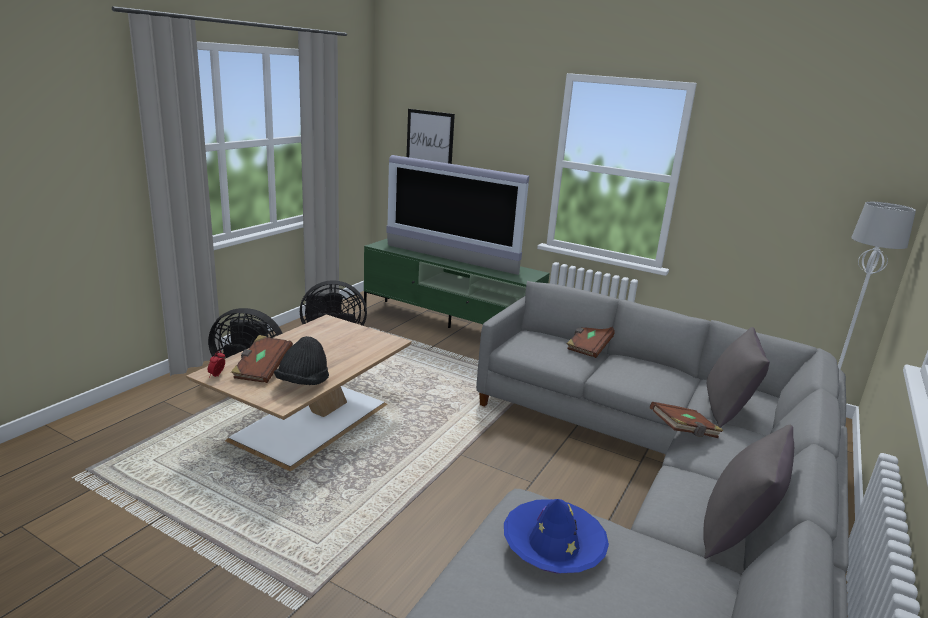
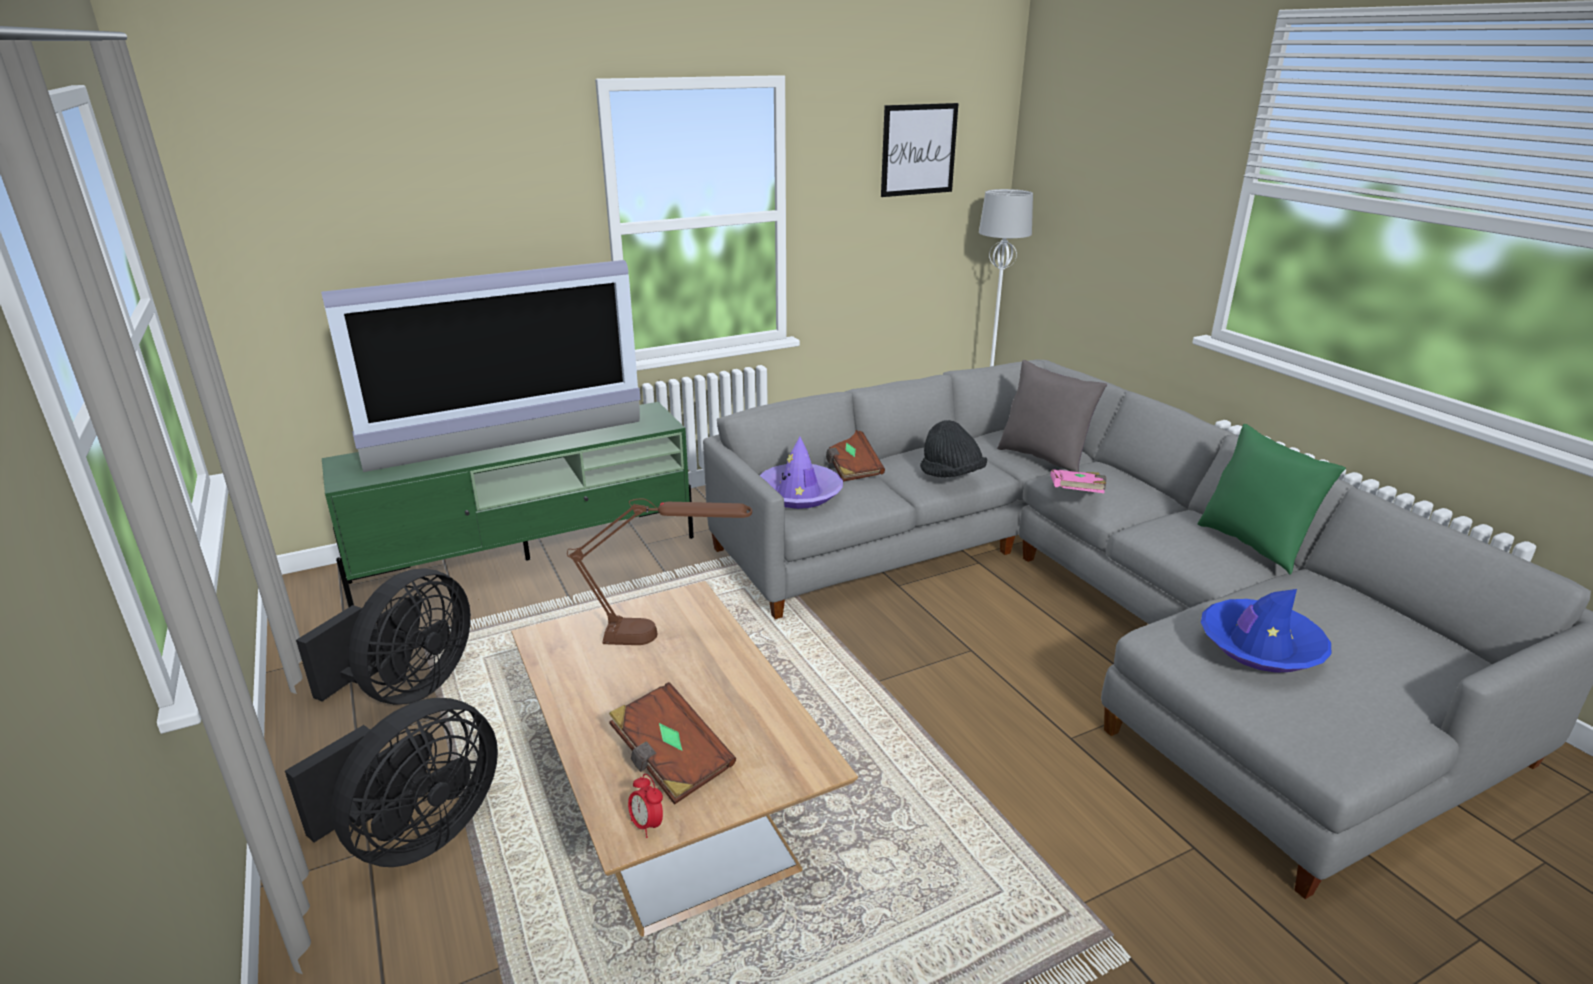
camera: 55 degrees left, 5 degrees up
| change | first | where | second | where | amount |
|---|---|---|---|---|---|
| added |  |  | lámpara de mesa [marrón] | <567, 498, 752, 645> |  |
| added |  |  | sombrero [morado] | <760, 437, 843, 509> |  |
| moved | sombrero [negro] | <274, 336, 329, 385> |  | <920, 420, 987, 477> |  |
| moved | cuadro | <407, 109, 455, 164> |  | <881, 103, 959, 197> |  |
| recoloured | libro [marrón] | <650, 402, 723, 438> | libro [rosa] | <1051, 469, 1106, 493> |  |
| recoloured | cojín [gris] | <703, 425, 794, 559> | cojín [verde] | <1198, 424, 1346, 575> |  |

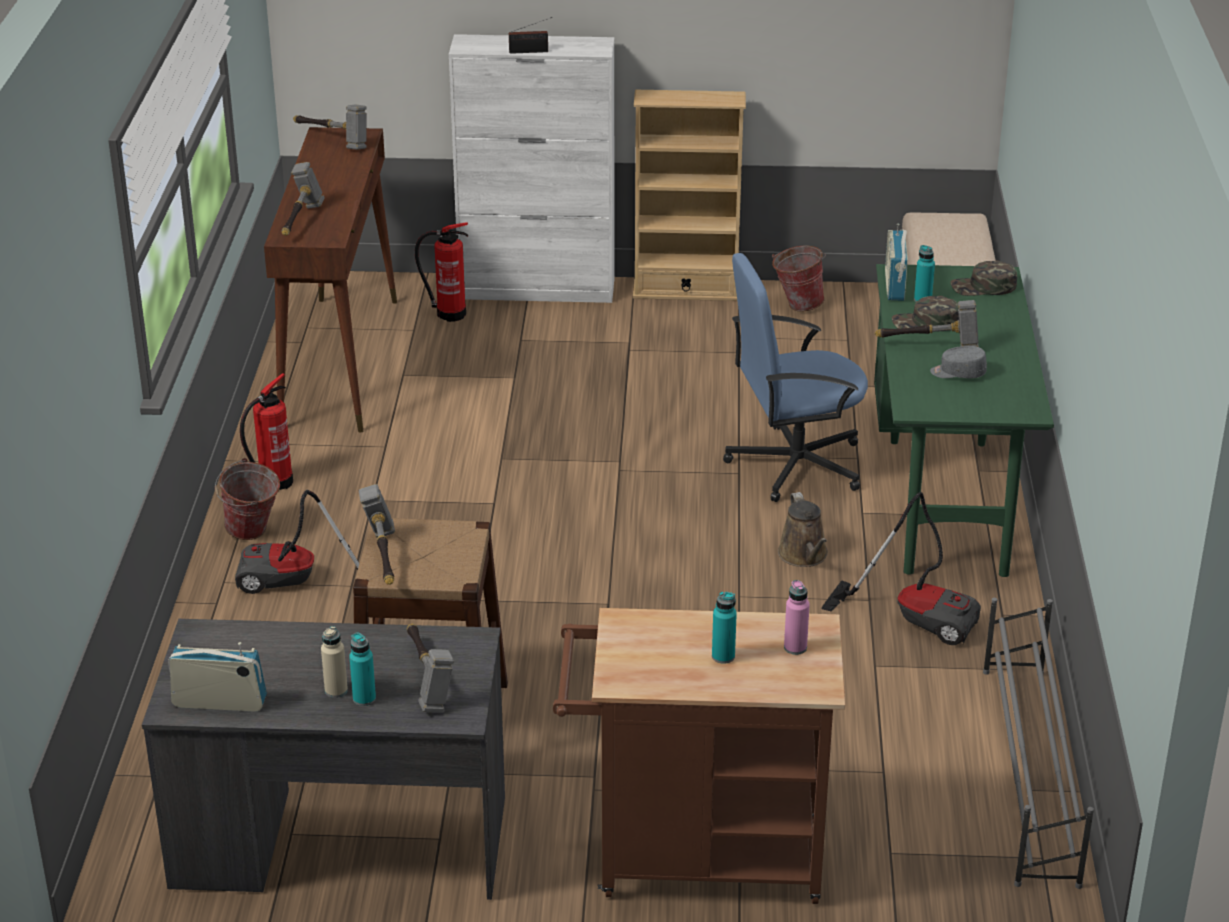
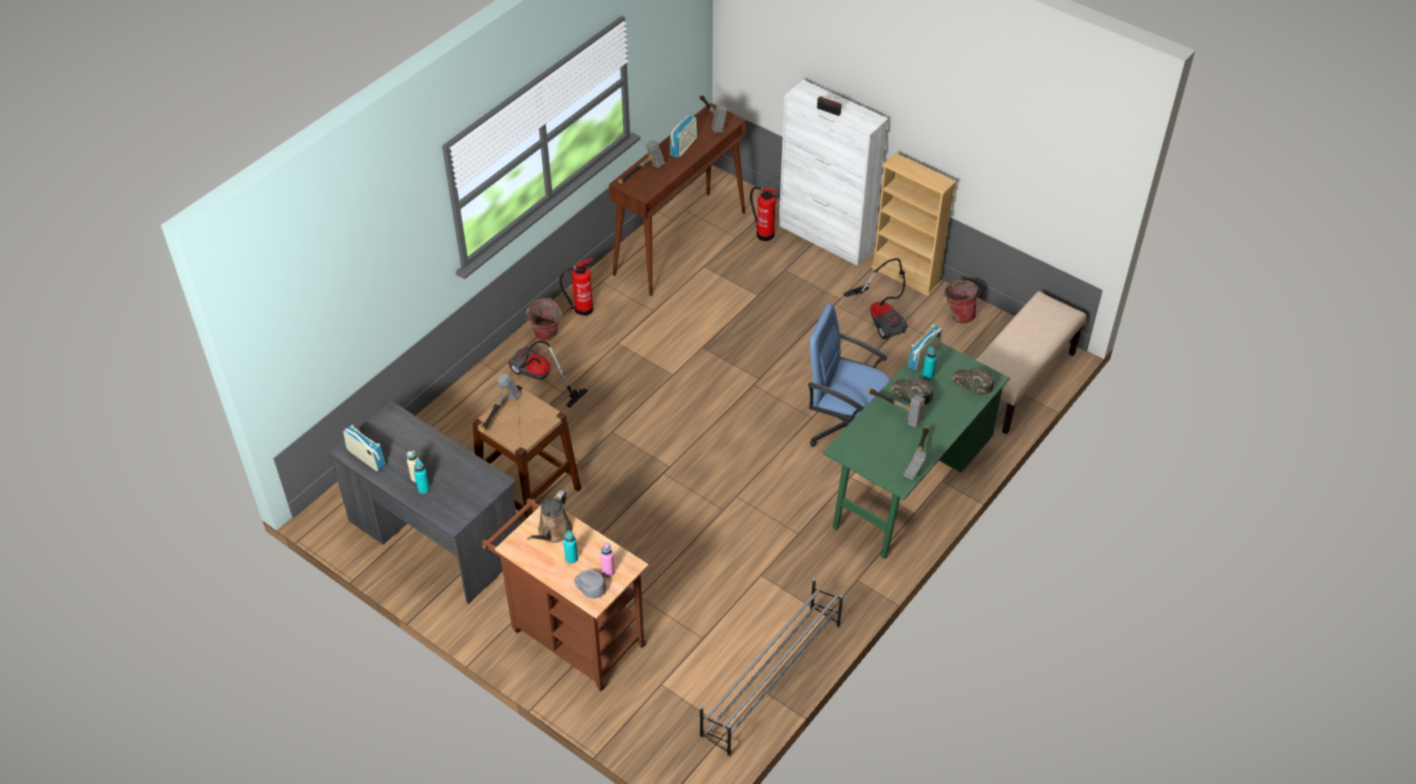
camera: 35 degrees right, 15 degrees up
| change | first | where | second | where | amount |
|---|---|---|---|---|---|
| added |  |  | radio | <670, 115, 697, 158> |  |
| moved | martillo | <407, 624, 454, 713> |  | <903, 426, 929, 480> |  |
| moved | regadera [marrón] | <778, 492, 828, 567> |  | <527, 490, 573, 543> |  |
| moved | aspiradora | <822, 492, 981, 645> |  | <843, 258, 908, 340> |  |
| moved | gorra [gris] | <930, 346, 987, 378> |  | <574, 570, 606, 599> |  |

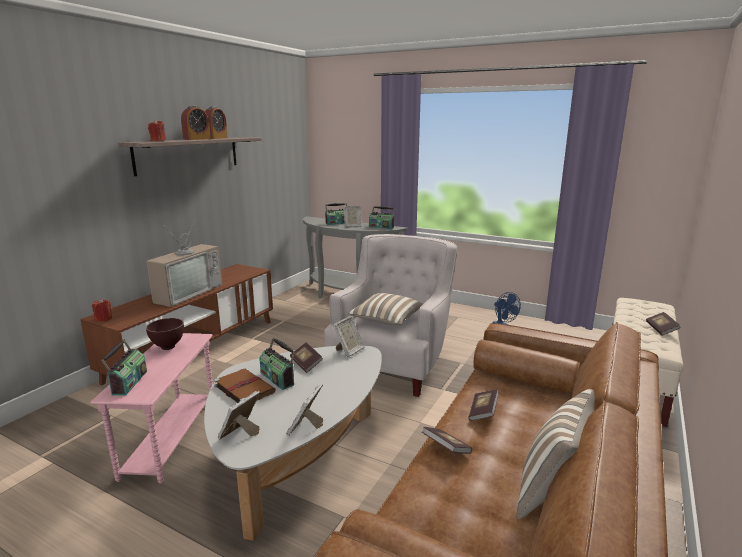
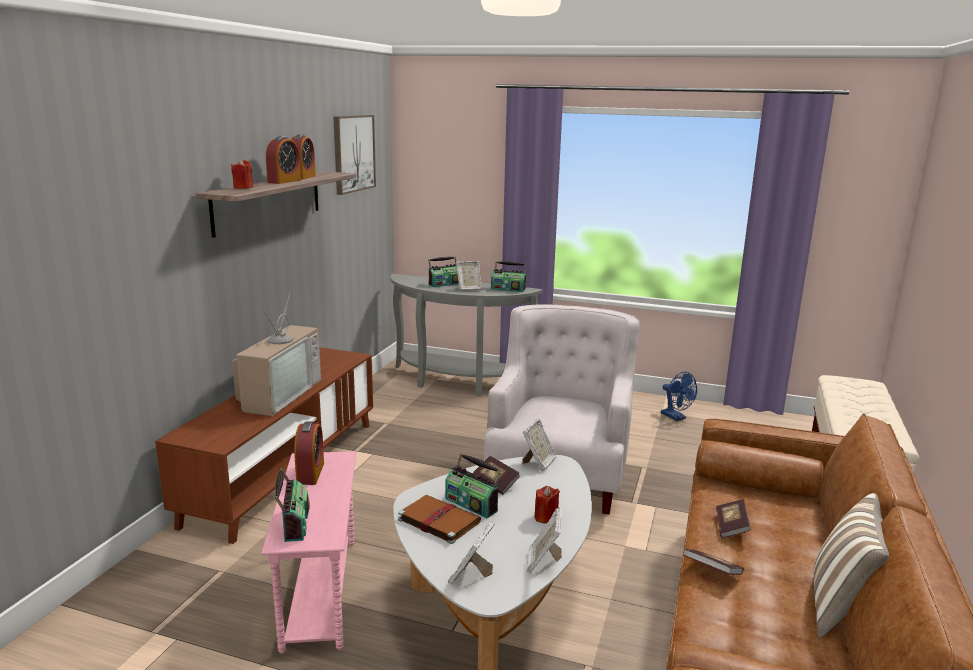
camera: 10 degrees left, 0 degrees up
| change | first | where | second | where | amount |
|---|---|---|---|---|---|
| removed | cojín | <348, 293, 423, 325> |  |  |  |
| removed | libro | <646, 312, 680, 336> |  |  |  |
| added |  |  | cuadro | <334, 115, 376, 195> |  |
| moved | vela [rojo] | <92, 299, 112, 322> |  | <535, 486, 560, 524> |  |
| replaced | cuenco [marrón] | <146, 318, 184, 350> | despertador | <294, 421, 324, 485> |  |

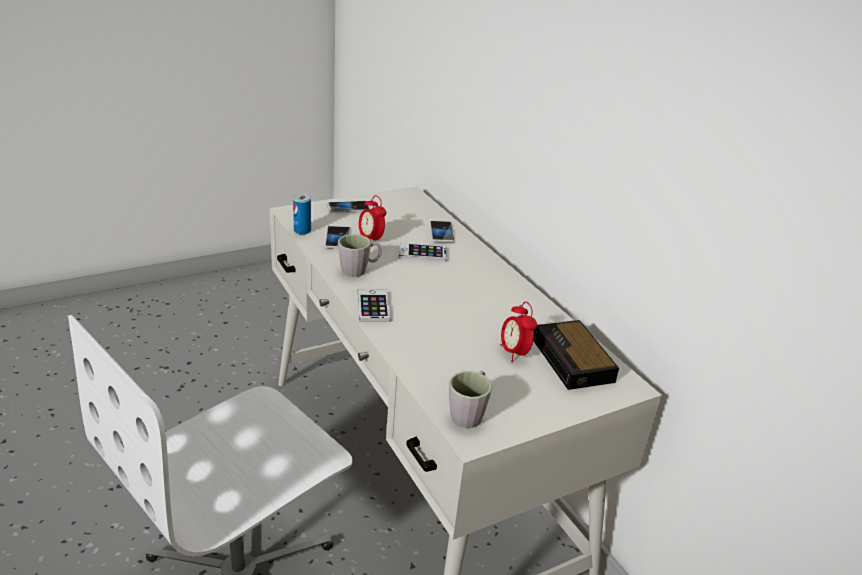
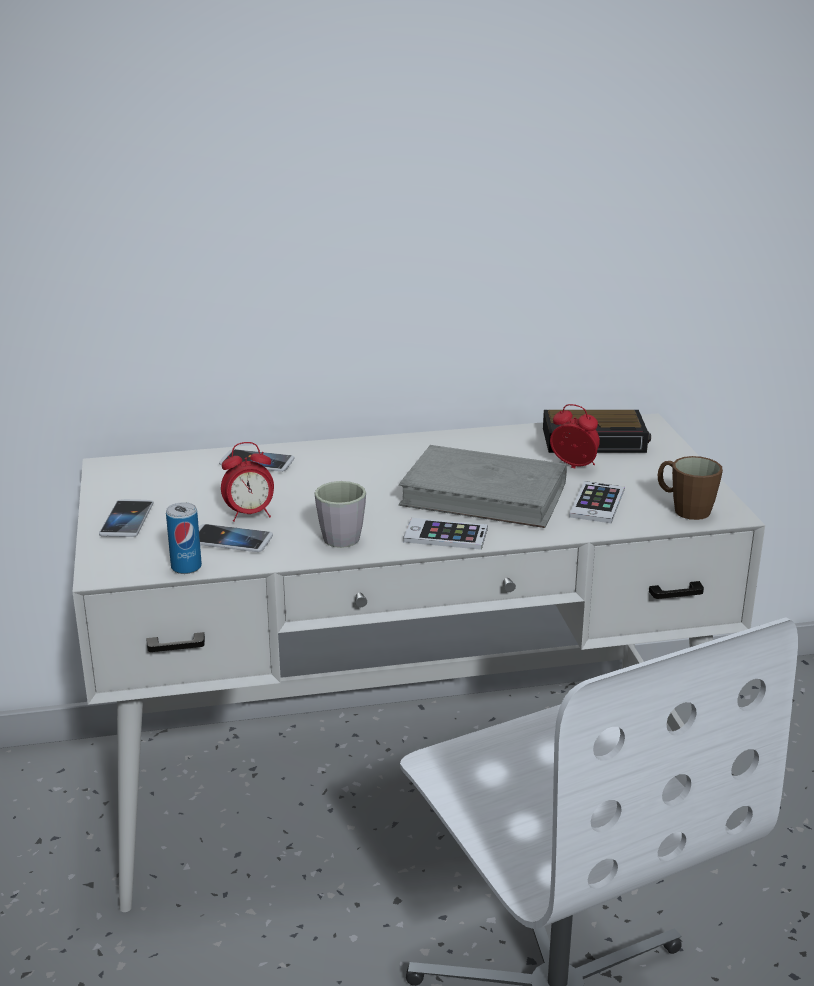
camera: 70 degrees left, 5 degrees down
| change | first | where | second | where | amount |
|---|---|---|---|---|---|
| added |  |  | libro [gris] | <399, 445, 567, 528> |  |
| moved | móvil | <399, 242, 447, 261> |  | <569, 481, 625, 523> |  |
| recoloured | taza grande [gris] | <449, 371, 492, 428> | taza grande [marrón] | <658, 456, 723, 520> |  |
| turned | despertador | <500, 302, 537, 362> |  | <550, 404, 600, 468> | 150 degrees counterclockwise |

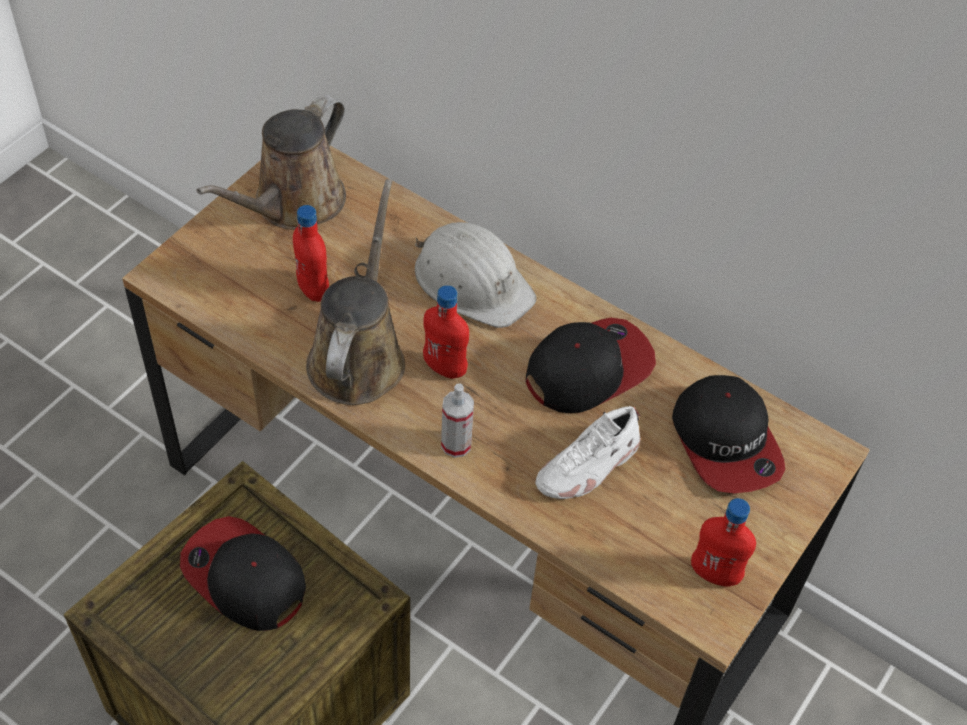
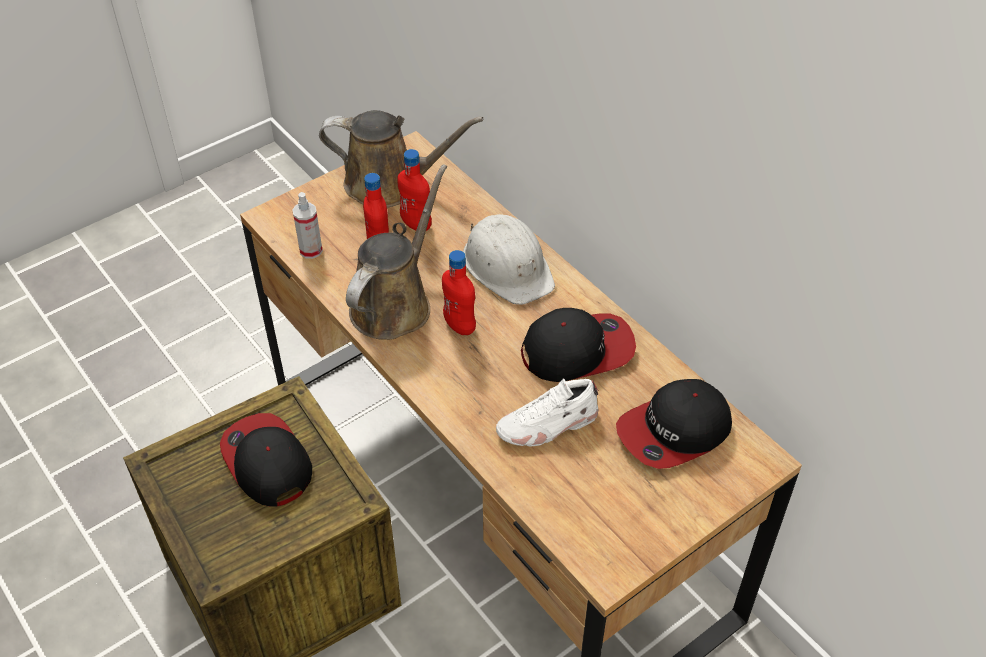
camera: 20 degrees right, 5 degrees down
| change | first | where | second | where | amount |
|---|---|---|---|---|---|
| moved | pulverizador | <441, 383, 474, 458> |  | <292, 192, 323, 259> |  |
| moved | botella [rojo] | <691, 498, 756, 587> |  | <397, 149, 432, 231> |  |
| turned | regadera [marrón] | <196, 95, 346, 230> |  | <319, 110, 483, 208> | 135 degrees counterclockwise |
| turned | gorra | <672, 375, 785, 493> |  | <616, 379, 732, 469> | 60 degrees clockwise |

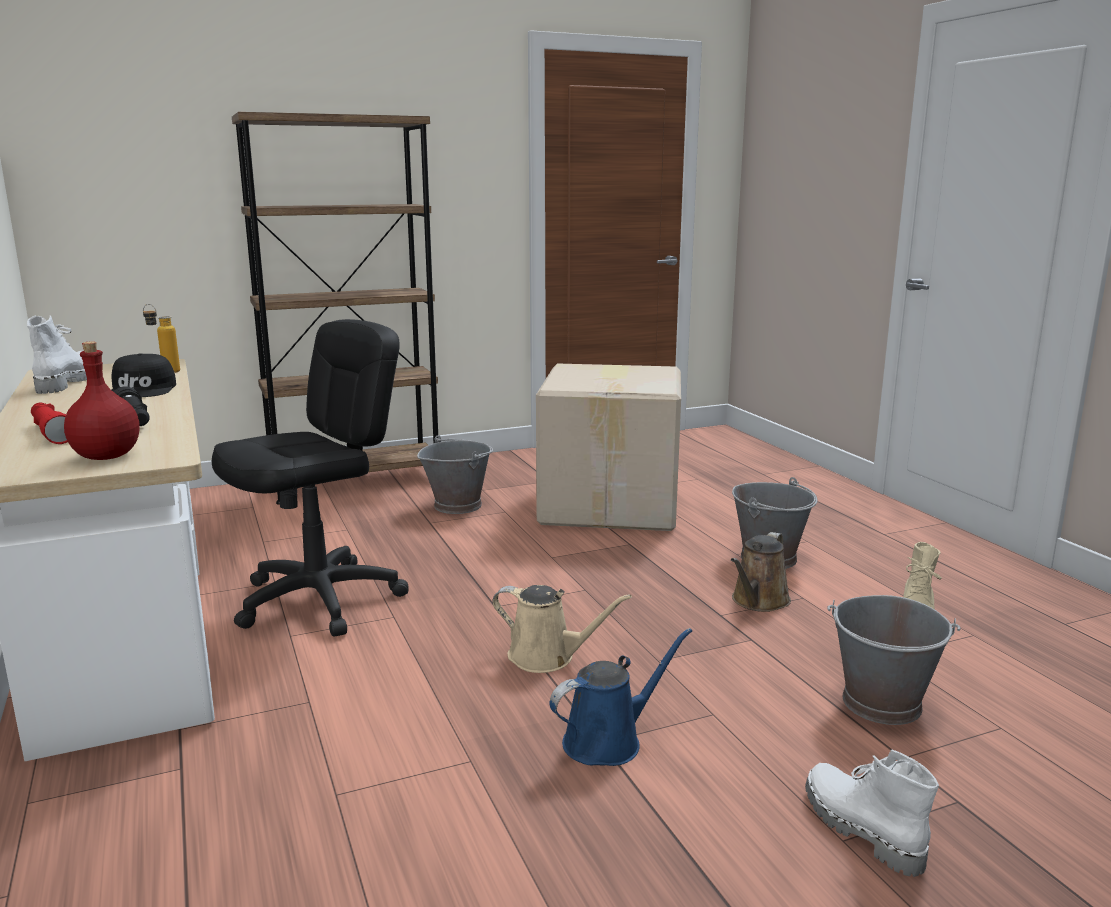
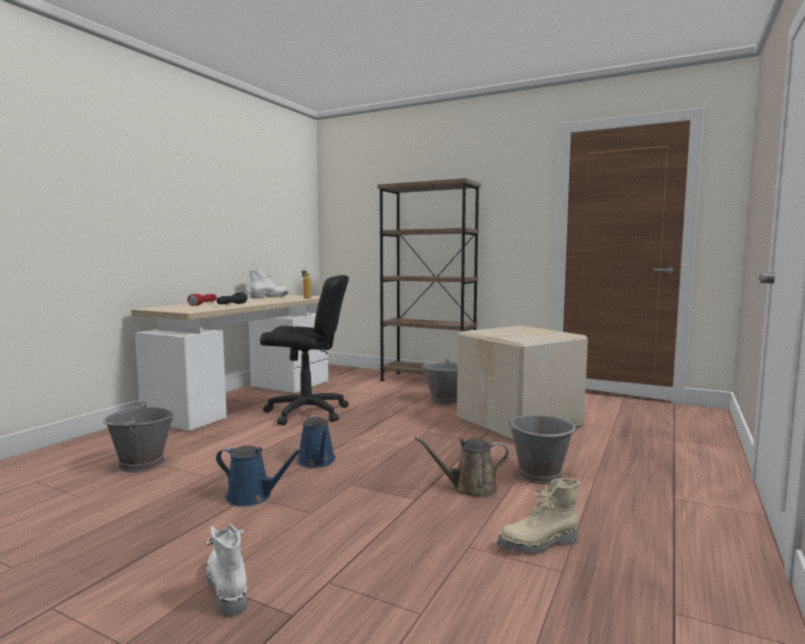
camera: 50 degrees right, 10 degrees down
| change | first | where | second | where | amount |
|---|---|---|---|---|---|
| removed | botella [rojo] | <64, 342, 140, 460> |  |  |  |
| removed | gorra [negro] | <111, 353, 176, 397> |  |  |  |
| moved | cubo [gris] | <827, 595, 961, 725> |  | <103, 401, 175, 472> |  |
| recoloured | regadera [beis] | <492, 585, 632, 673> | regadera [azul] | <297, 415, 336, 468> |  |
| turned | bota [blanco] | <805, 750, 939, 877> |  | <206, 523, 247, 617> | 45 degrees counterclockwise |

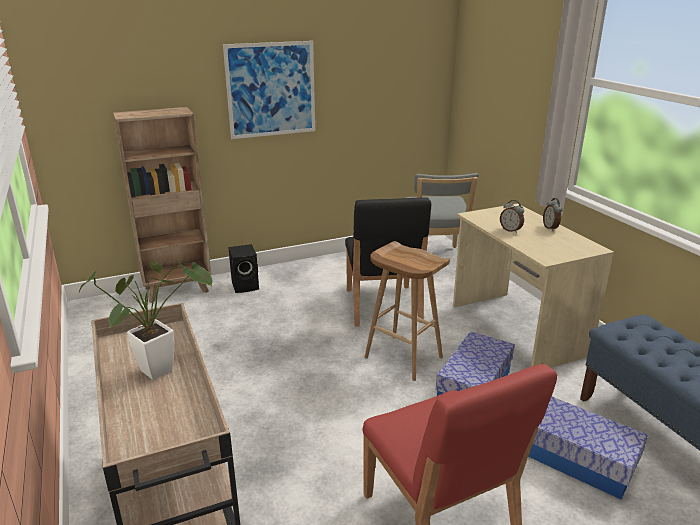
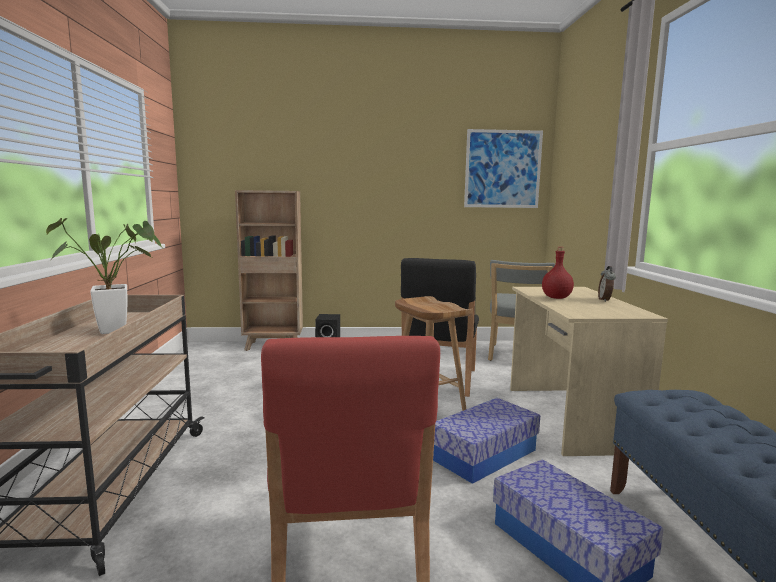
camera: 20 degrees right, 15 degrees down
| change | first | where | second | where | amount |
|---|---|---|---|---|---|
| moved | cuadro | <223, 41, 315, 139> |  | <464, 129, 543, 208> |  |
| replaced | despertador | <500, 200, 524, 233> | botella [rojo] | <542, 247, 574, 299> |  |

